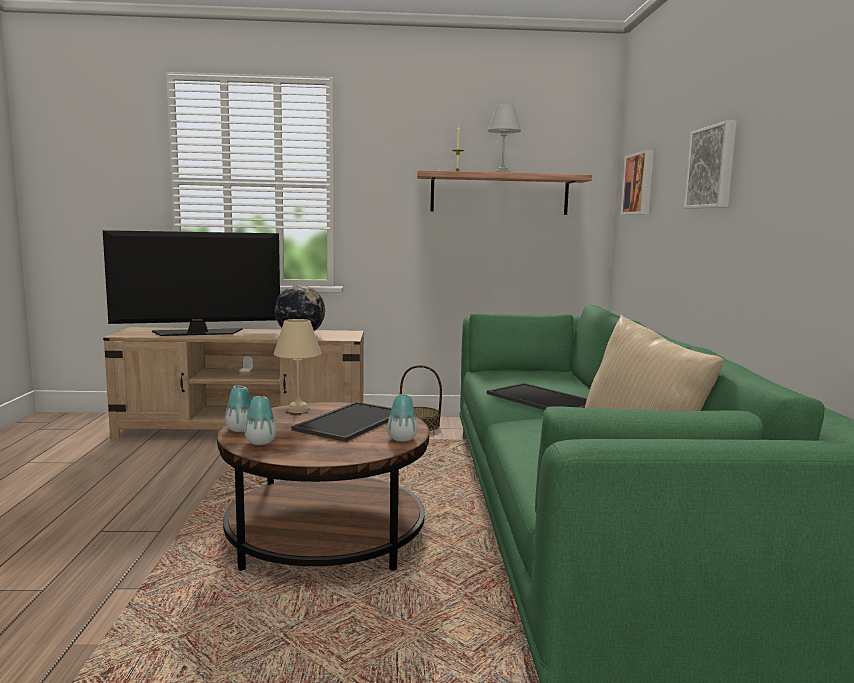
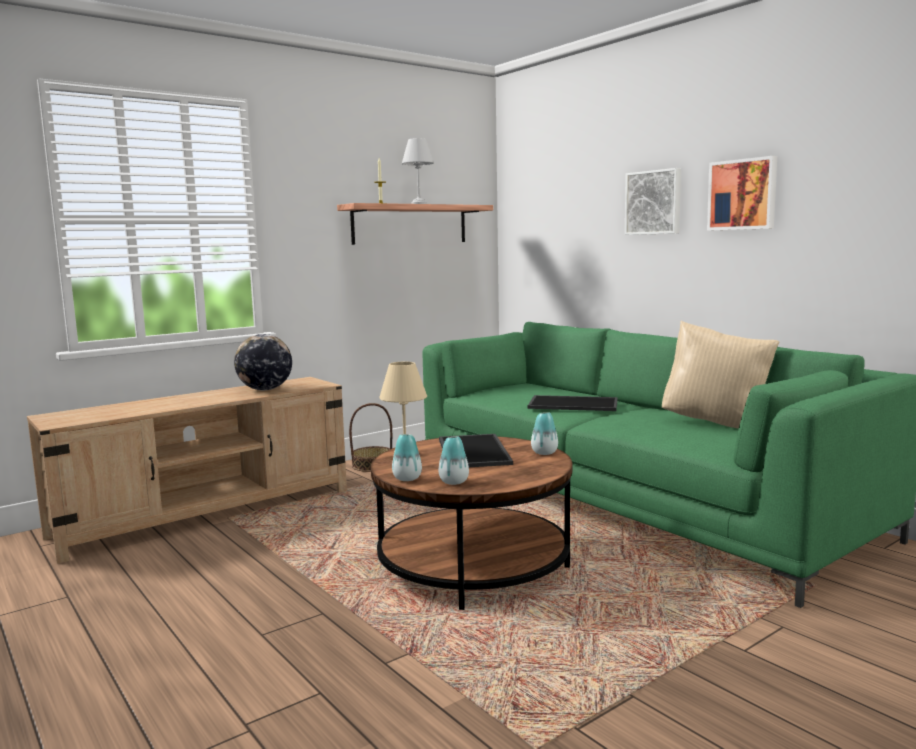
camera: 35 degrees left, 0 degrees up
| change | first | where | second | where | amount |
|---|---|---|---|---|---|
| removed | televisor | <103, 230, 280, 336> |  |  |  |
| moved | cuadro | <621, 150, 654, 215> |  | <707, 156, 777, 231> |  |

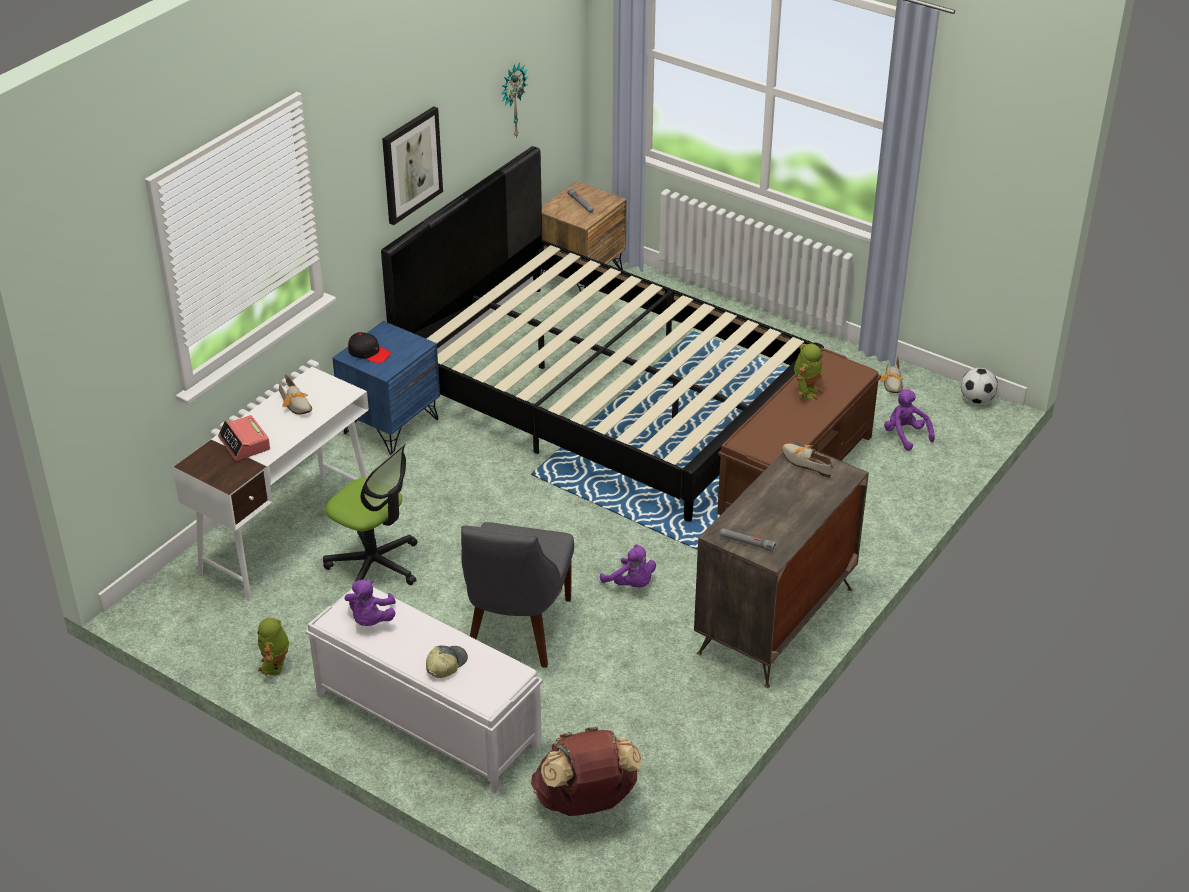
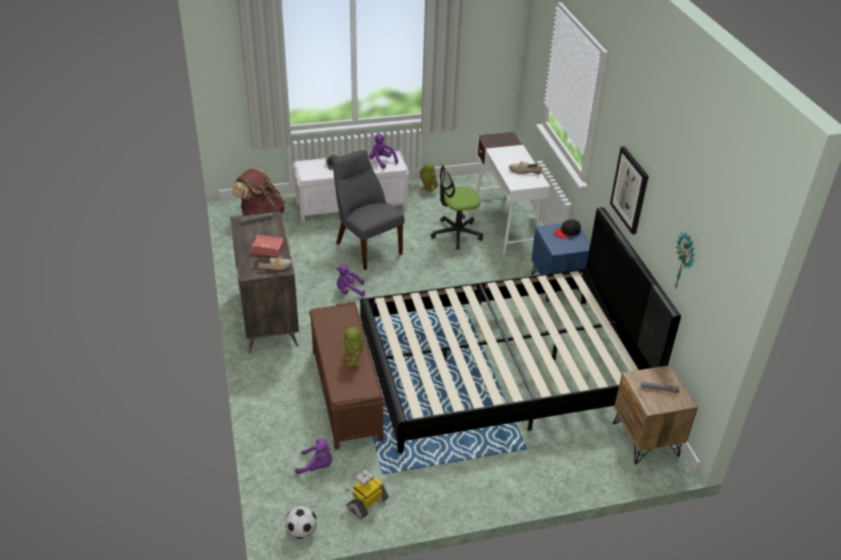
camera: 130 degrees right, 0 degrees up
| change | first | where | second | where | amount |
|---|---|---|---|---|---|
| moved | despertador | <218, 415, 270, 461> |  | <251, 234, 286, 257> |  |
| replaced | zapato | <879, 356, 903, 393> | robot de juguete | <345, 470, 389, 519> |  |

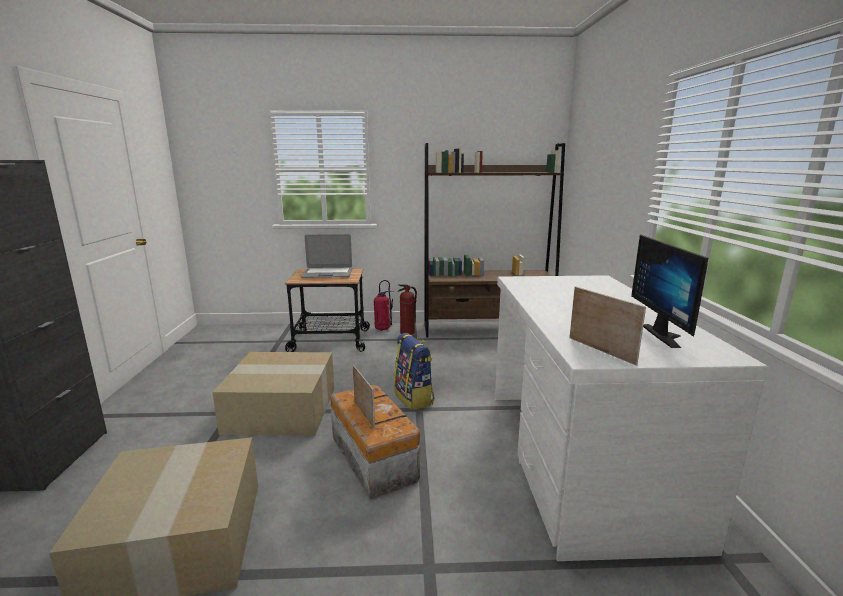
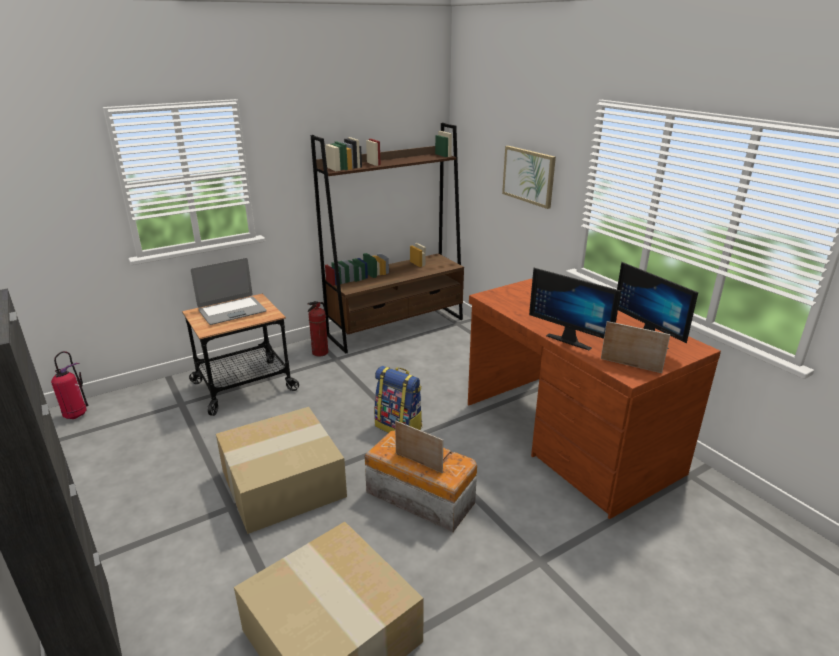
camera: 30 degrees left, 10 degrees up
| change | first | where | second | where | amount |
|---|---|---|---|---|---|
| added |  |  | cuadro | <502, 146, 556, 209> |  |
| added |  |  | monitor | <529, 268, 621, 350> |  |
| moved | extintor | <374, 280, 393, 331> |  | <51, 351, 89, 419> |  |
| recoloured | escritorio [blanco] | <495, 275, 768, 561> | escritorio [marrón] | <468, 278, 721, 519> |  |

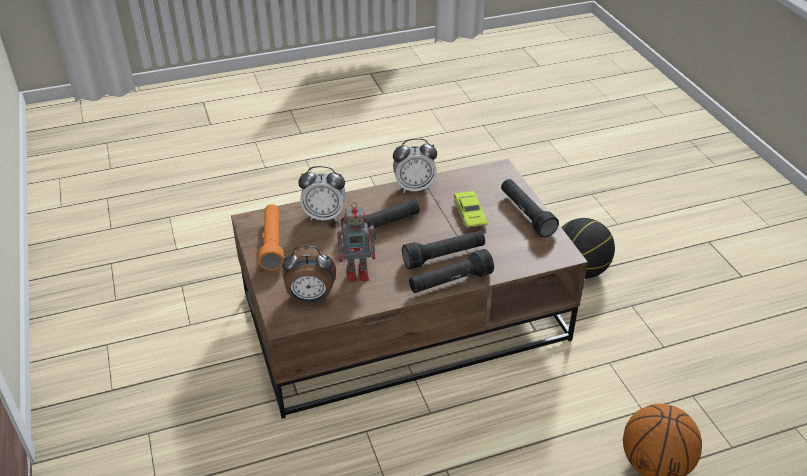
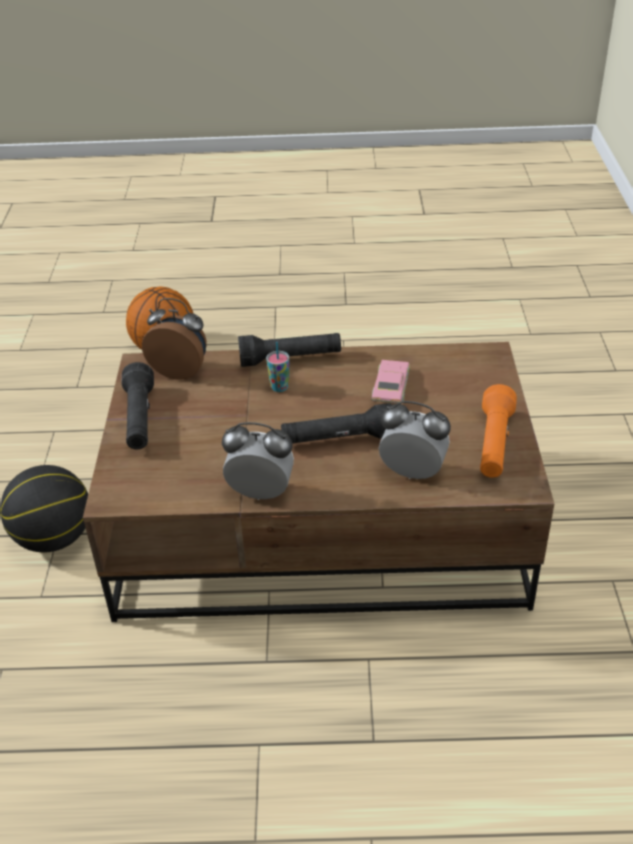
camera: 160 degrees left, 0 degrees up
| change | first | where | second | where | amount |
|---|---|---|---|---|---|
| removed | coche de juguete [verde] | <454, 191, 488, 227> |  |  |  |
| moved | despertador | <282, 246, 336, 303> |  | <142, 298, 207, 380> |  |
| replaced | robot de juguete | <337, 202, 377, 282> | coche de juguete [rosa] | <371, 360, 410, 403> |  |
| replaced | linterna [negro] | <402, 231, 485, 269> | taza | <266, 342, 289, 392> |  |

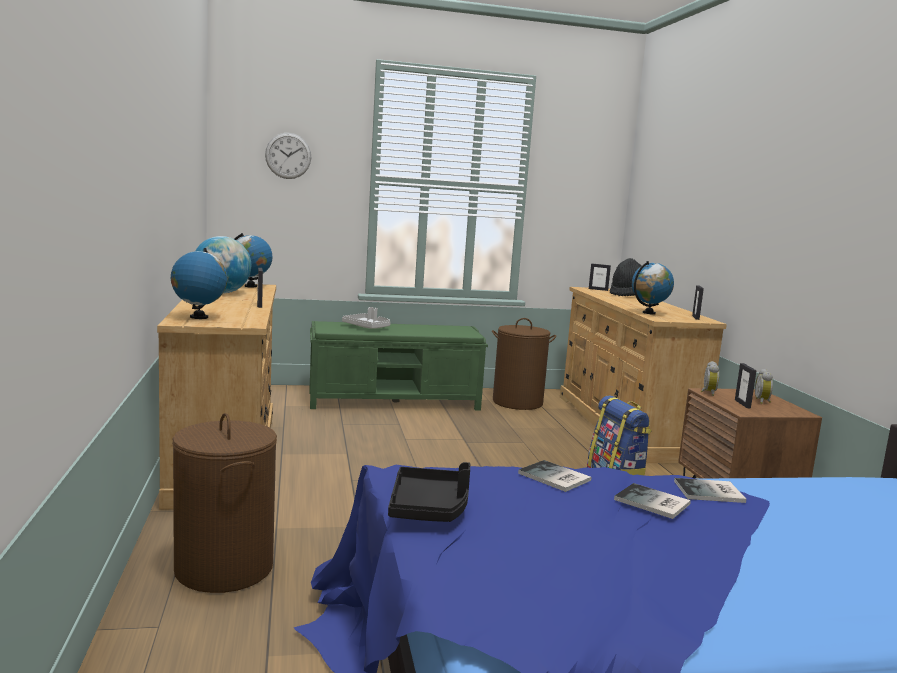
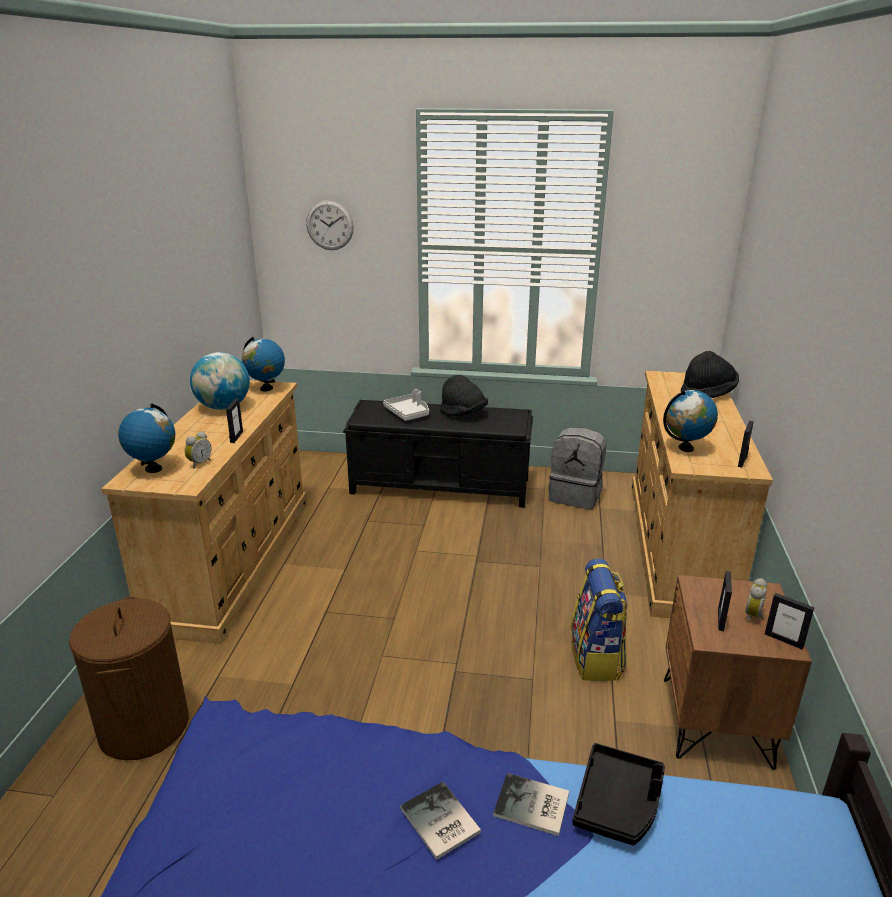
camera: 20 degrees right, 15 degrees up
| change | first | where | second | where | amount |
|---|---|---|---|---|---|
| removed | libro | <518, 460, 591, 492> |  |  |  |
| added |  |  | sombrero [negro] | <440, 375, 488, 416> |  |
| moved | bandeja [negro] | <388, 462, 470, 522> |  | <572, 743, 665, 846> |  |
| moved | portarretratos | <589, 263, 611, 291> |  | <765, 593, 814, 649> |  |
| moved | despertador | <700, 361, 719, 396> |  | <185, 431, 212, 469> |  |
| replaced | cesto de la ropa [marrón] | <492, 318, 556, 410> | mochila [gris] | <548, 428, 606, 509> |  |
| recoloured | banco [verde] | <309, 321, 488, 411> | banco [negro] | <343, 400, 533, 508> |  |

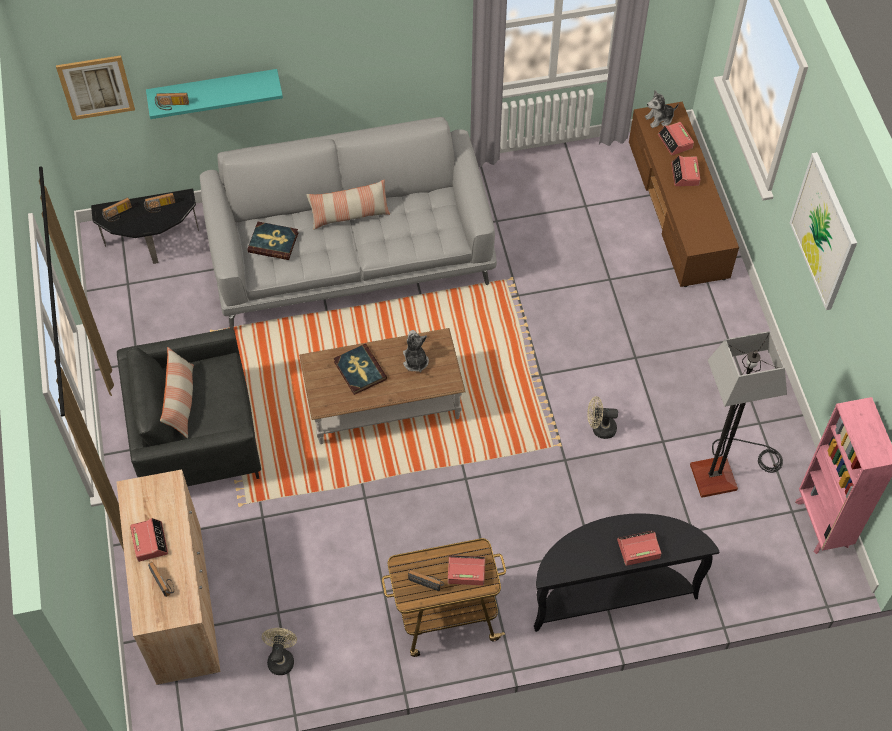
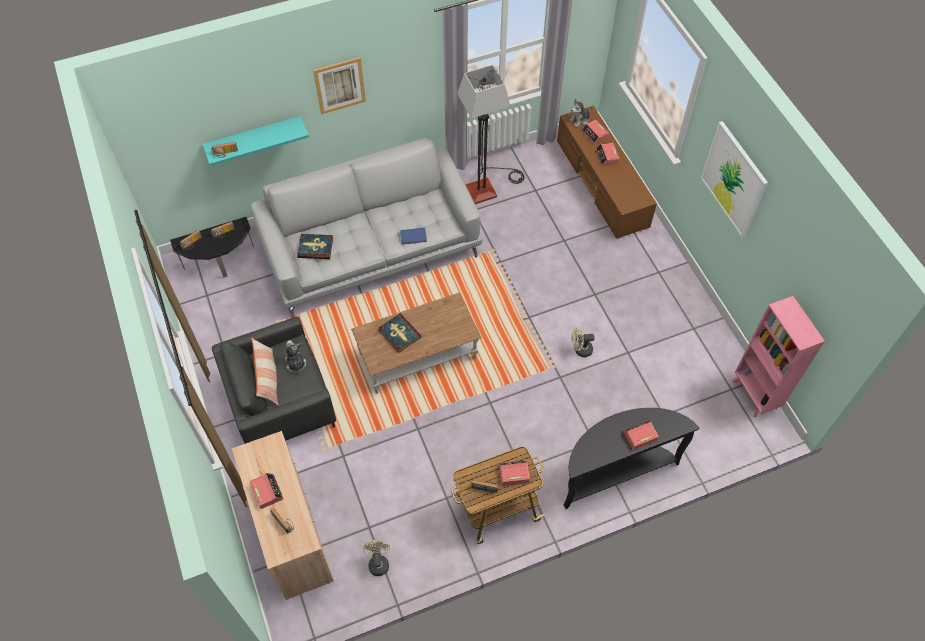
camera: 10 degrees left, 0 degrees up
| change | first | where | second | where | amount |
|---|---|---|---|---|---|
| removed | cojín | <306, 179, 390, 230> |  |  |  |
| added |  |  | libro [azul] | <400, 228, 427, 245> |  |
| moved | cuadro | <56, 55, 135, 120> |  | <313, 57, 366, 114> |  |
| moved | peluche | <403, 330, 429, 372> |  | <285, 340, 306, 373> |  |
| moved | lámpara de pie | <690, 331, 787, 498> |  | <457, 65, 524, 204> |  |

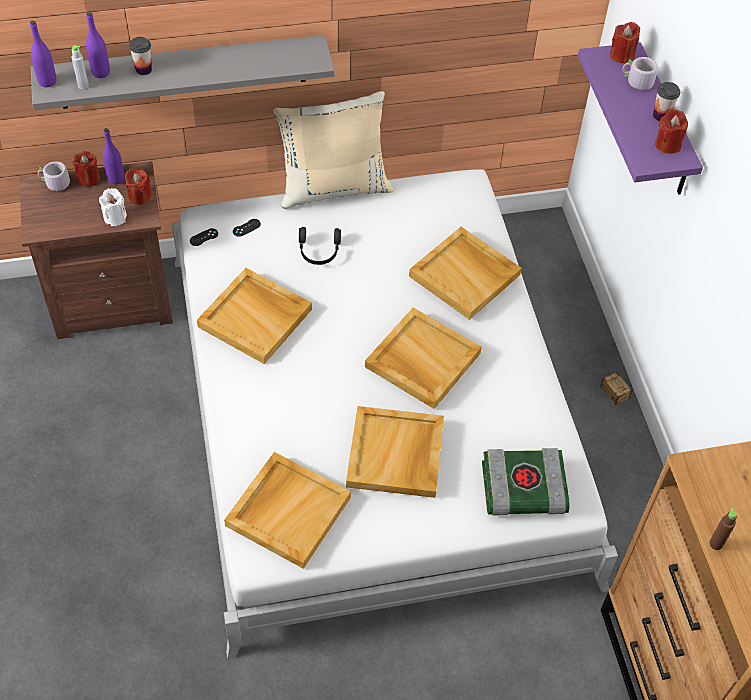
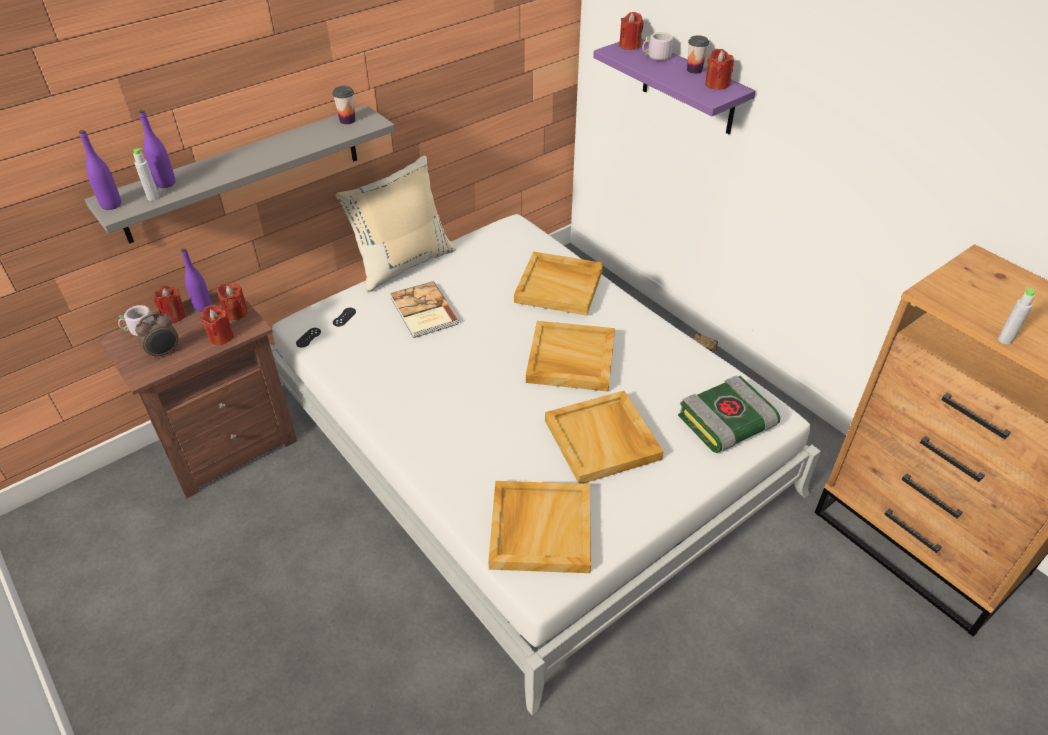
camera: 25 degrees left, 10 degrees down
| change | first | where | second | where | amount |
|---|---|---|---|---|---|
| removed | bandeja [beis] | <197, 268, 312, 364> |  |  |  |
| added |  |  | despertador | <135, 312, 178, 360> |  |
| moved | taza | <129, 37, 152, 75> |  | <333, 86, 355, 125> |  |
| replaced | auriculares [negro] | <299, 227, 341, 265> | libro | <390, 281, 459, 338> |  |
| recoloured | vela [blanco] | <99, 188, 127, 226> | vela [rojo] | <200, 305, 234, 345> |  |
| recoloured | botella [marrón] | <709, 508, 737, 550> | botella [gris] | <998, 287, 1035, 344> |  |

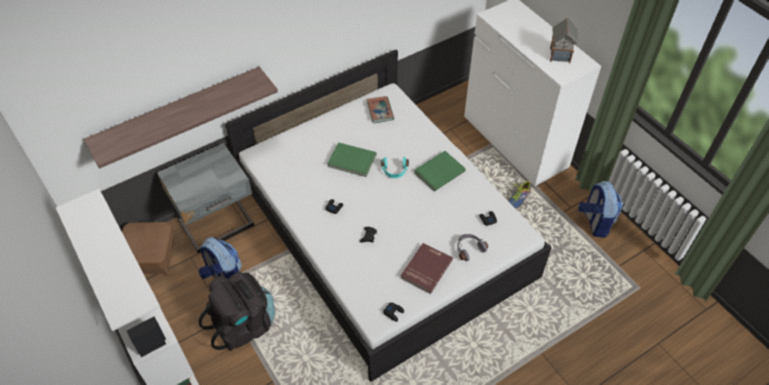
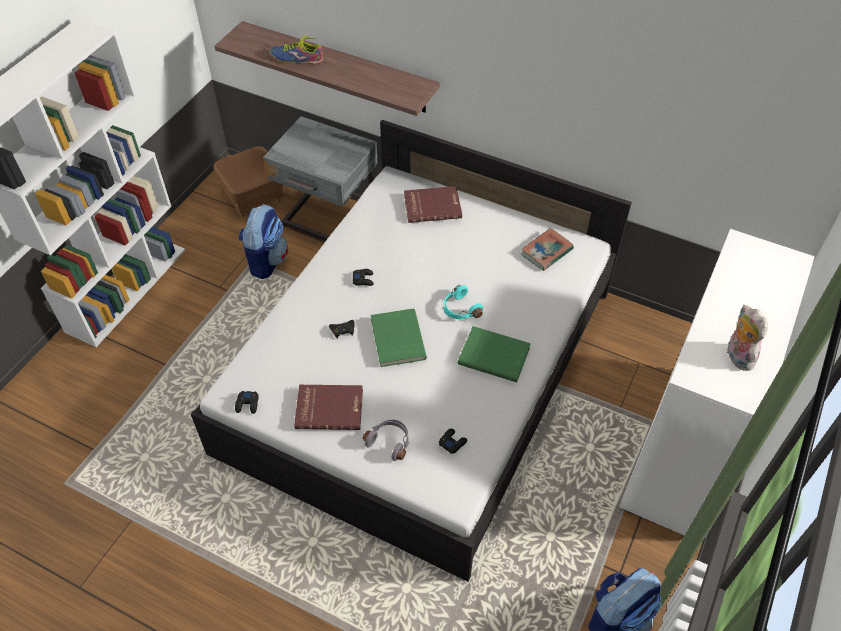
camera: 60 degrees right, 0 degrees up
| change | first | where | second | where | amount |
|---|---|---|---|---|---|
| removed | mochila [negro] | <199, 272, 275, 351> |  |  |  |
| added |  |  | libro [rojo] | <404, 186, 462, 223> |  |
| moved | libro [verde] | <327, 142, 376, 177> |  | <371, 308, 427, 367> |  |
| moved | zapato | <508, 179, 531, 209> |  | <270, 35, 323, 64> |  |
| replaced | casita | <550, 18, 578, 63> | peluche | <726, 305, 768, 371> |  |

